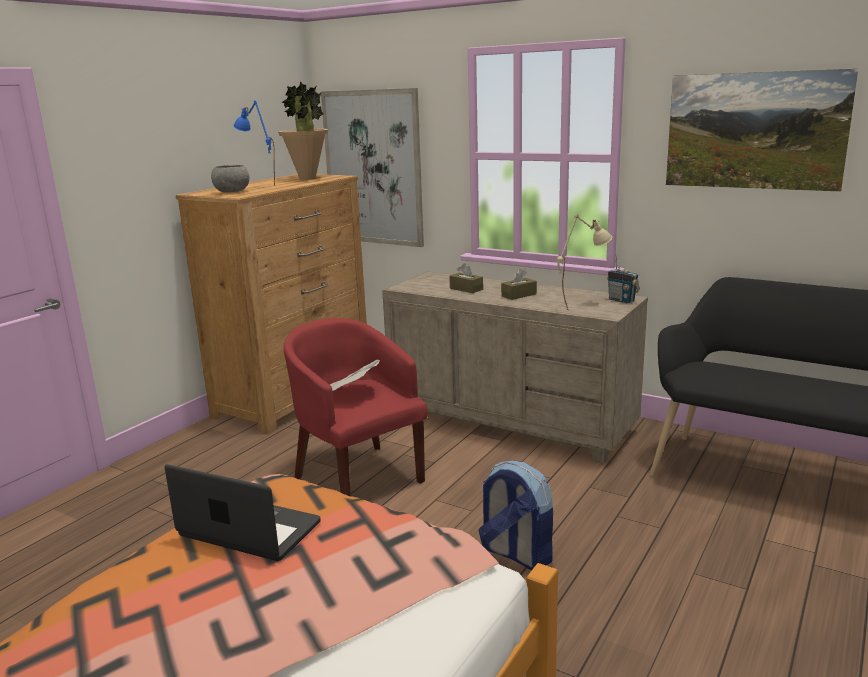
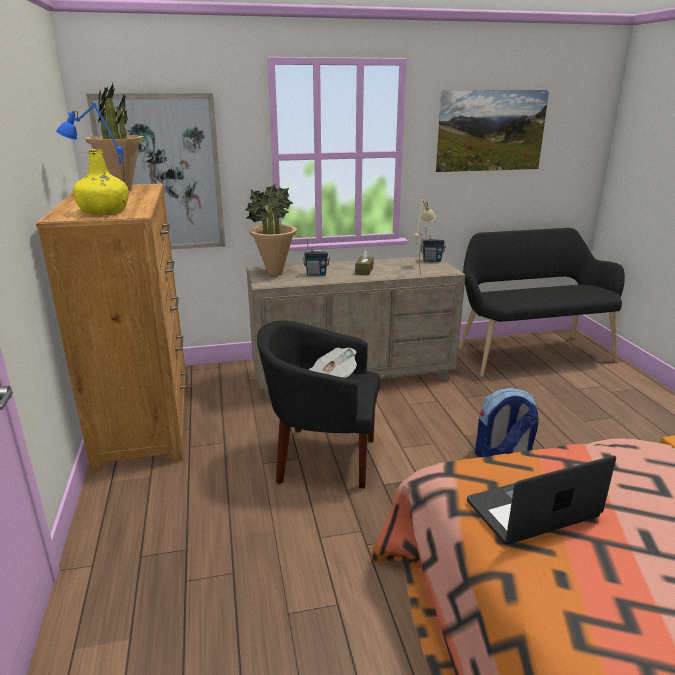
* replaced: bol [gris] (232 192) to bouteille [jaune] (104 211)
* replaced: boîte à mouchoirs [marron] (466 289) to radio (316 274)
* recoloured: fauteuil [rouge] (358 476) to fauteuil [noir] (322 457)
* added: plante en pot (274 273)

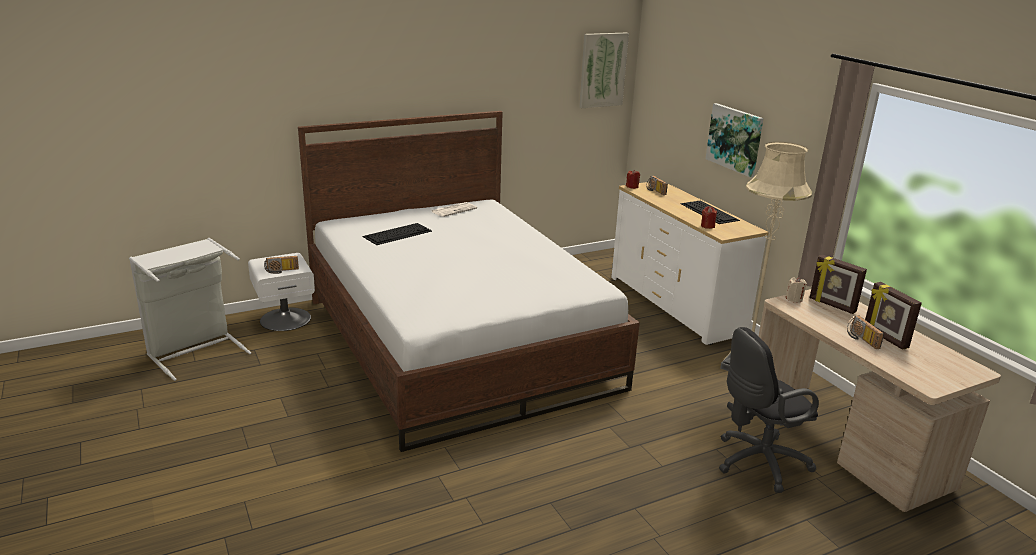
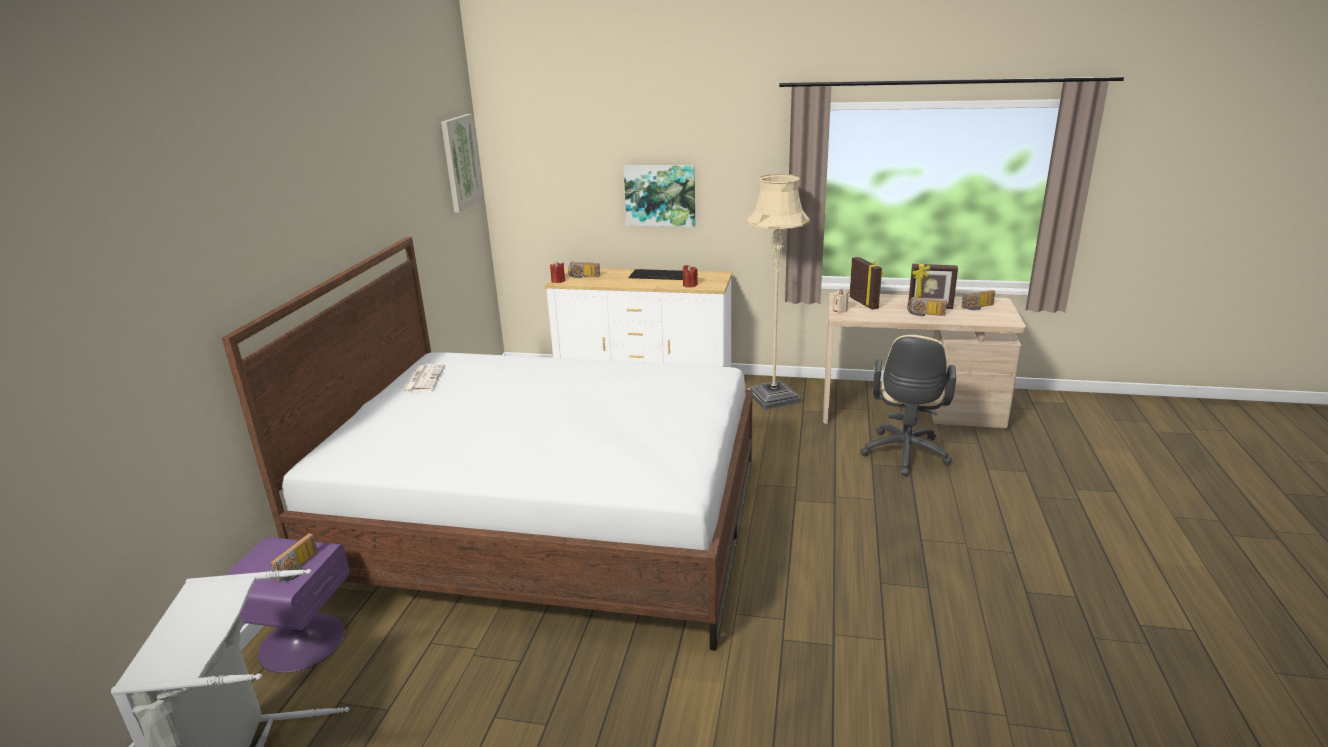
* removed: clavier (398 233)
* recoloured: table de chevet [blanc] (285 318) to table de chevet [violet] (301 642)
* turned: cadre photo (832 305) = (864 303) 105 degrees counterclockwise
* recoloured: chaise de bureau [noir] (756 463) to chaise de bureau [beige] (904 455)
* added: radio (978 307)

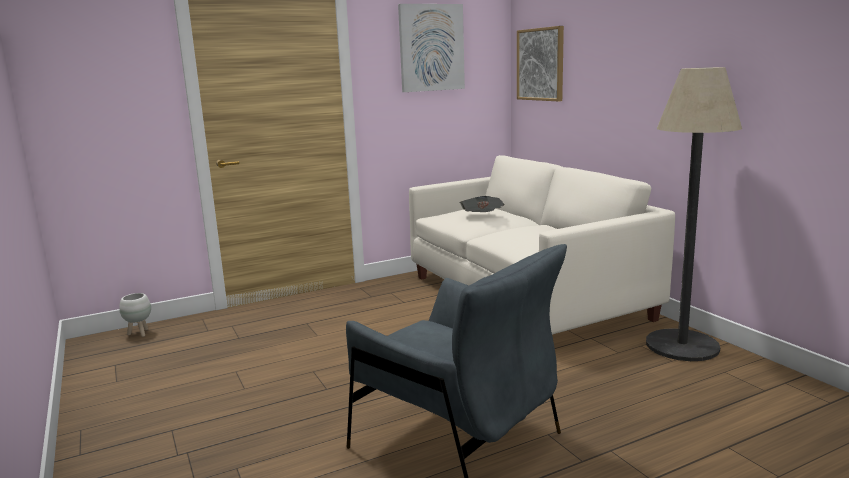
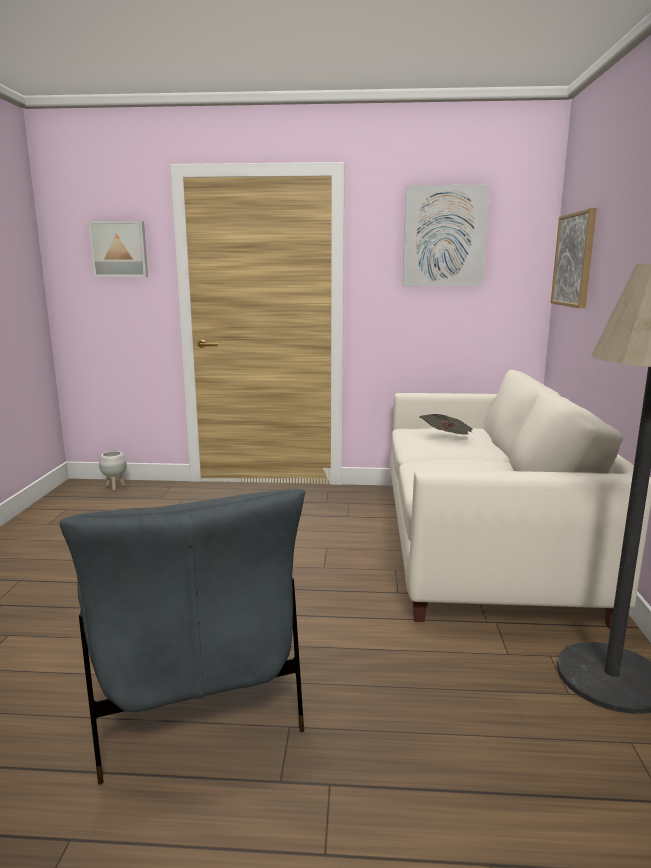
* added: tableau (120 249)

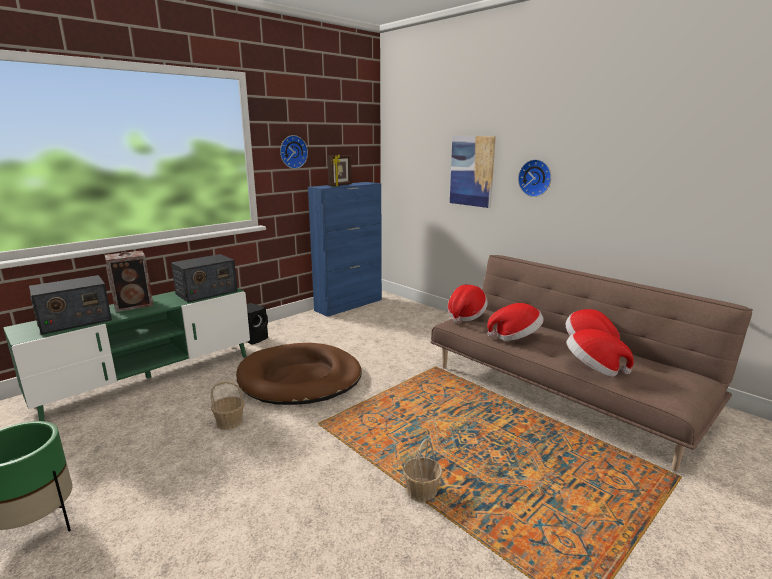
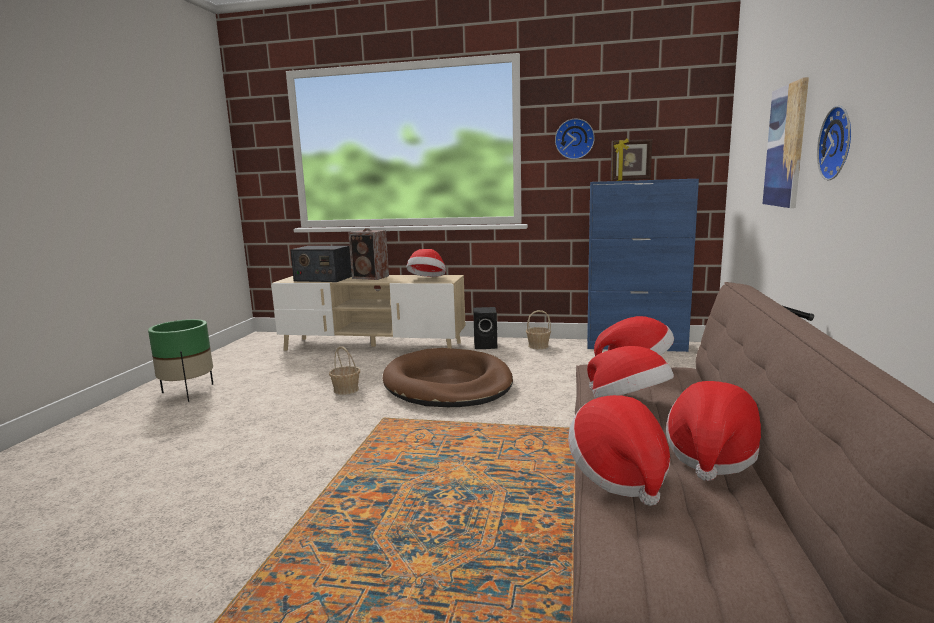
* replaced: radio (206 292) to chapeau (427 279)
* recoloured: meuble télé [vert] (149 378) to meuble télé [beige] (372 346)
* moved: panier (421 490) to (538 346)

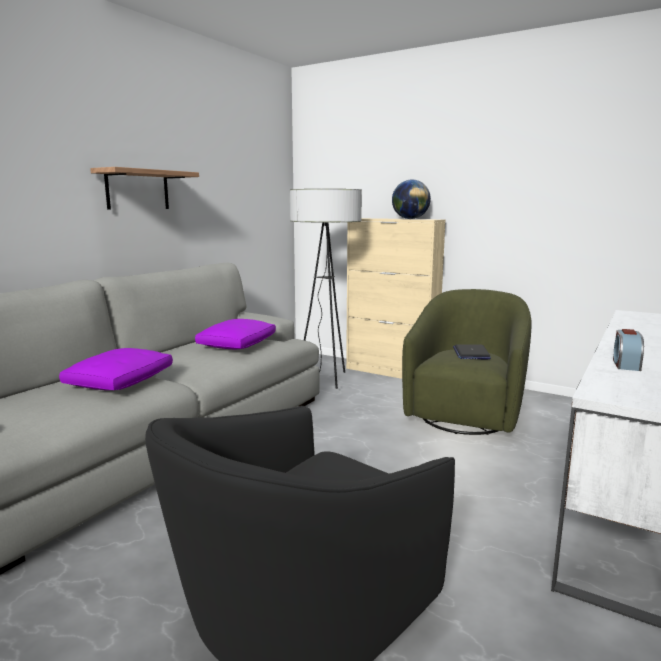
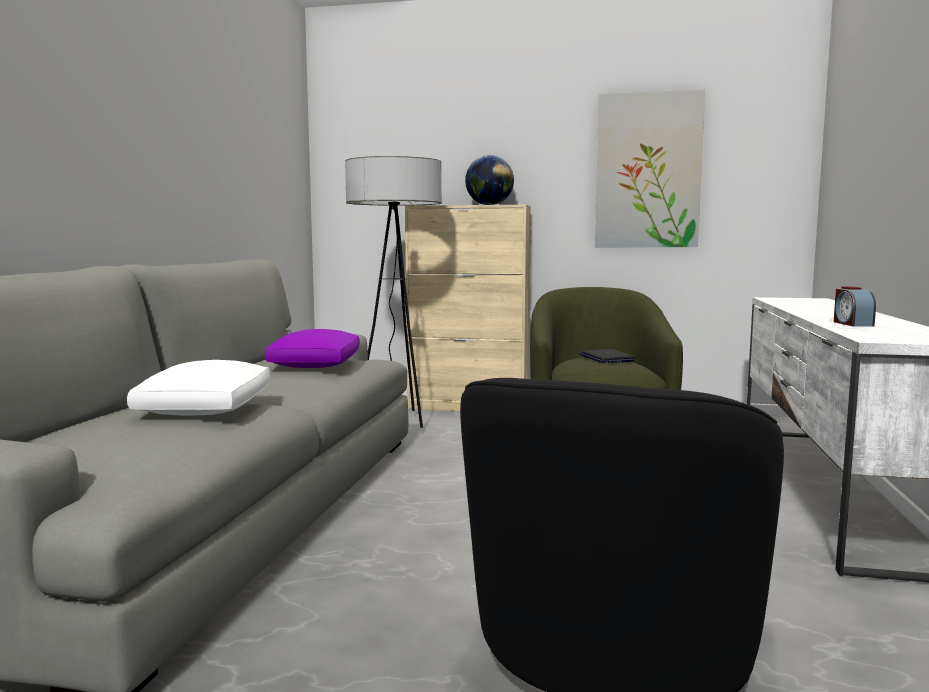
* removed: étagère (137 190)
* recoloured: coussin [violet] (121 382) to coussin [blanc] (206 408)
* added: tableau (648 171)

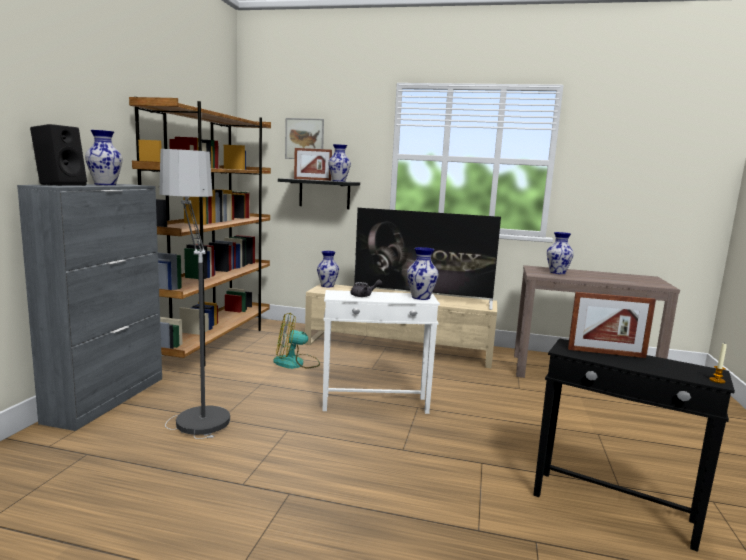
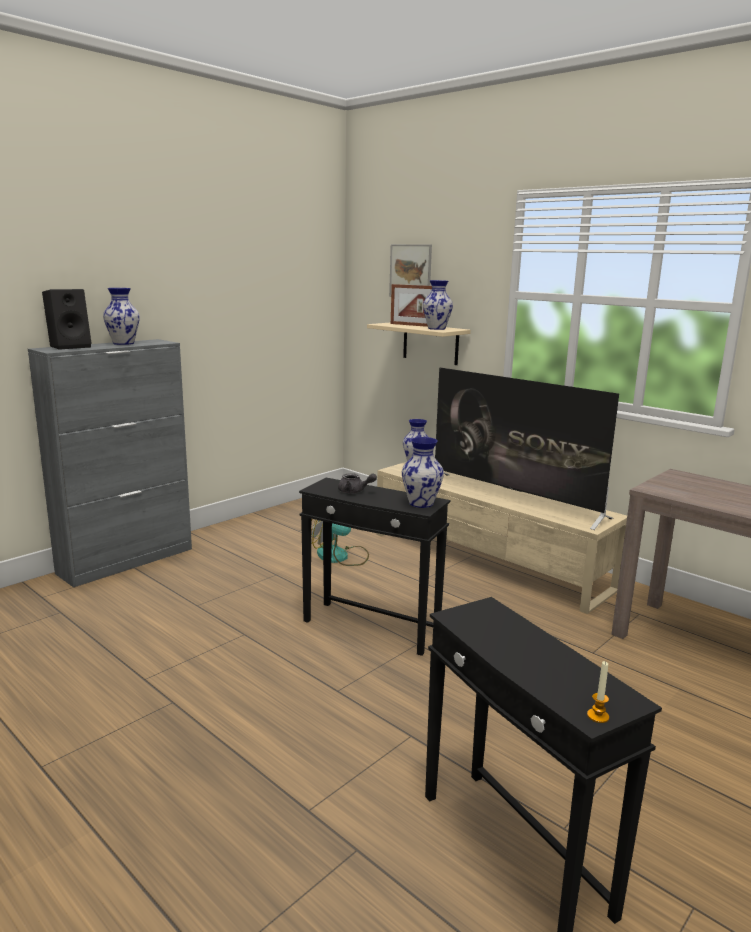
* removed: bibliothèque [marron] (214 343)
* removed: lampadaire (195 407)
* recoloured: étagère [noir] (324 194) to étagère [beige] (430 343)
* removed: vase (558 272)
* recoloured: table d'appoint [blanc] (375 404) to table d'appoint [noir] (371 628)
* removed: cadre photo (606 353)

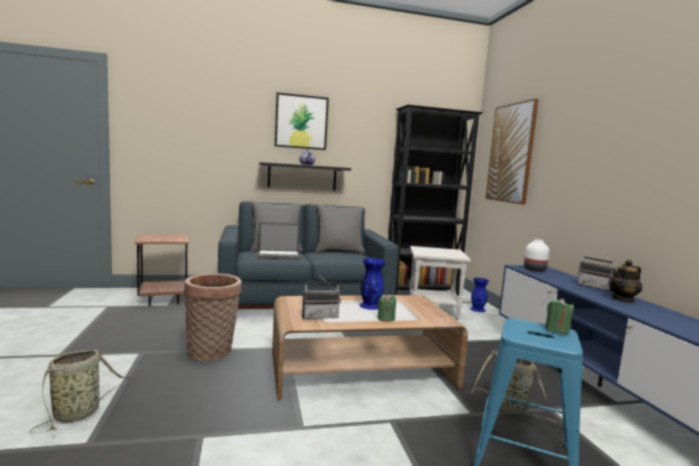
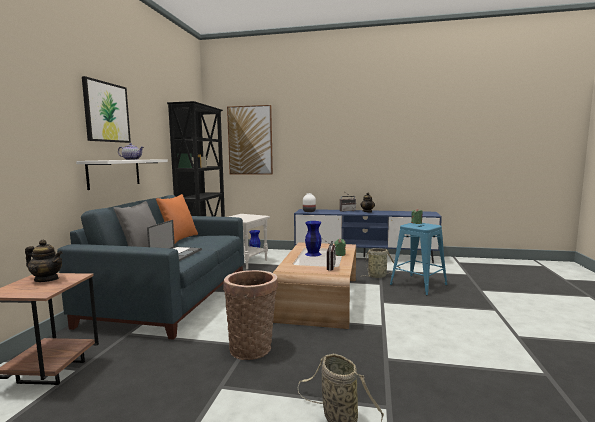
* recoloured: étagère [noir] (302 177) to étagère [blanc] (114 173)
* recoloured: coussin [gris] (339 251) to coussin [orange] (179 239)
* added: théière (47 279)

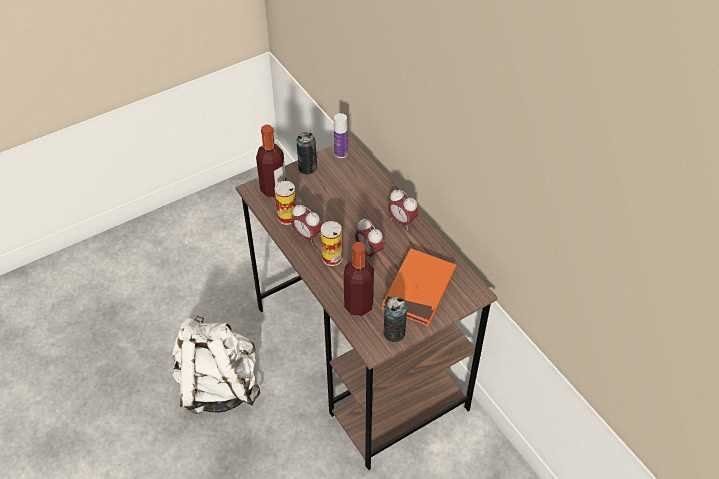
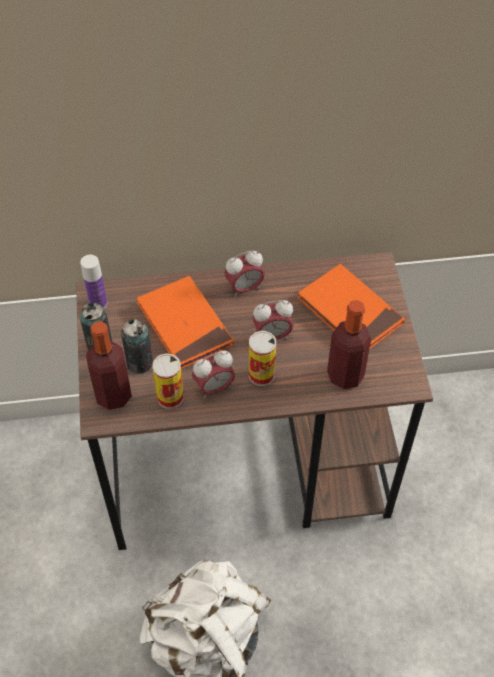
* moved: boîte métallique (394 333) to (139 363)
* added: livre [orange] (185 325)

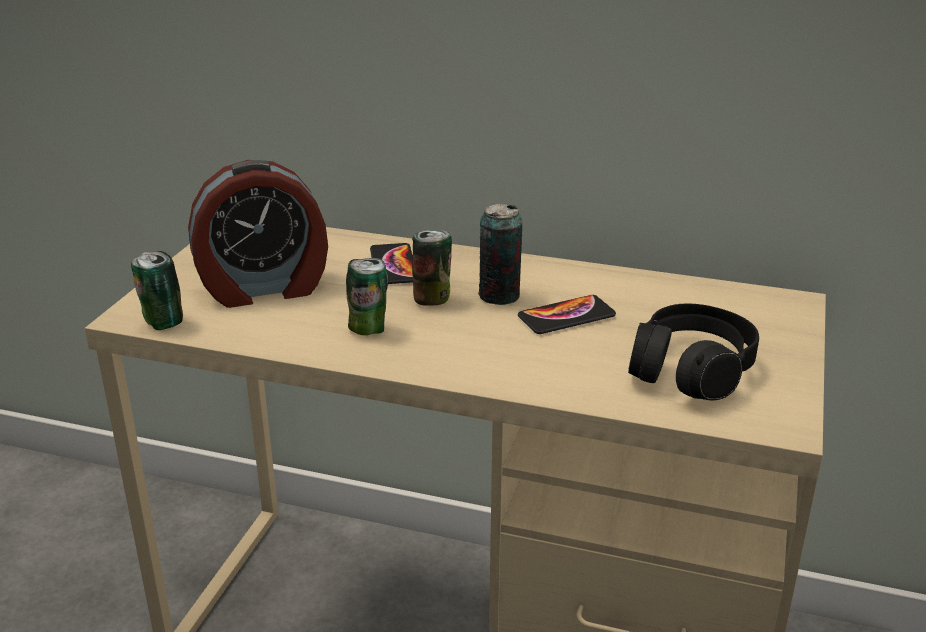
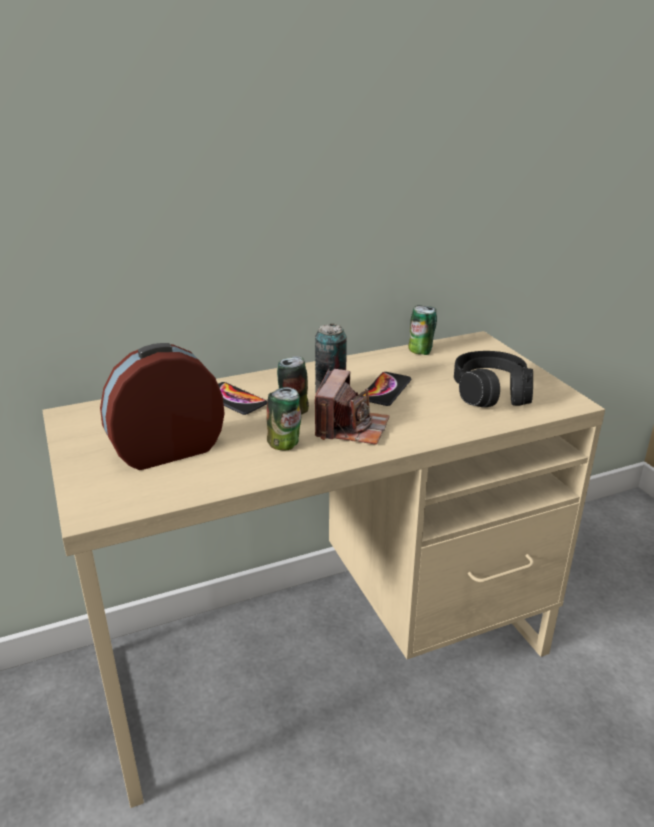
* turned: réveil (264 288) = (166 449) 150 degrees counterclockwise
* moved: boîte métallique (162 322) to (420 351)
* added: appareil photo (351 427)

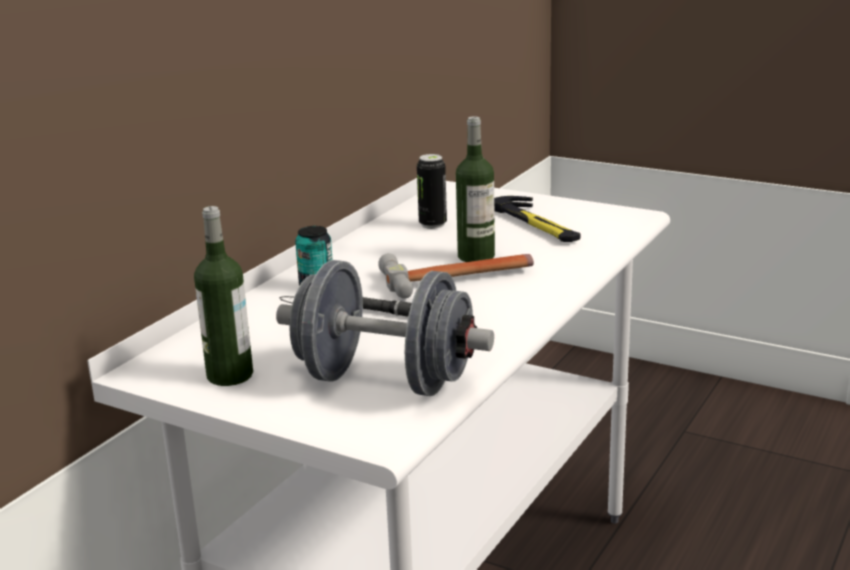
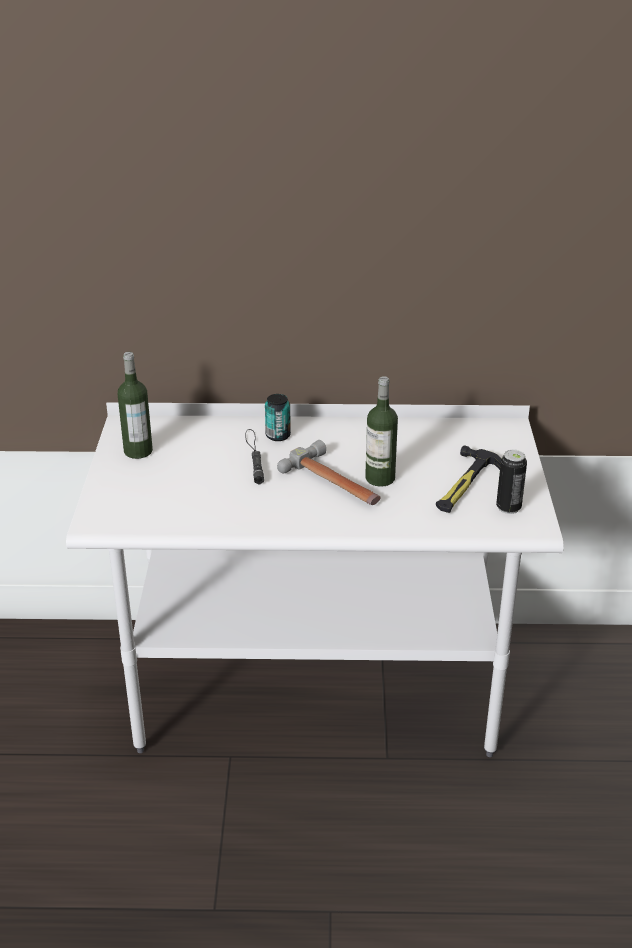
* moved: boîte métallique (432 224) to (508 508)
* removed: haltère [gris] (385 381)

